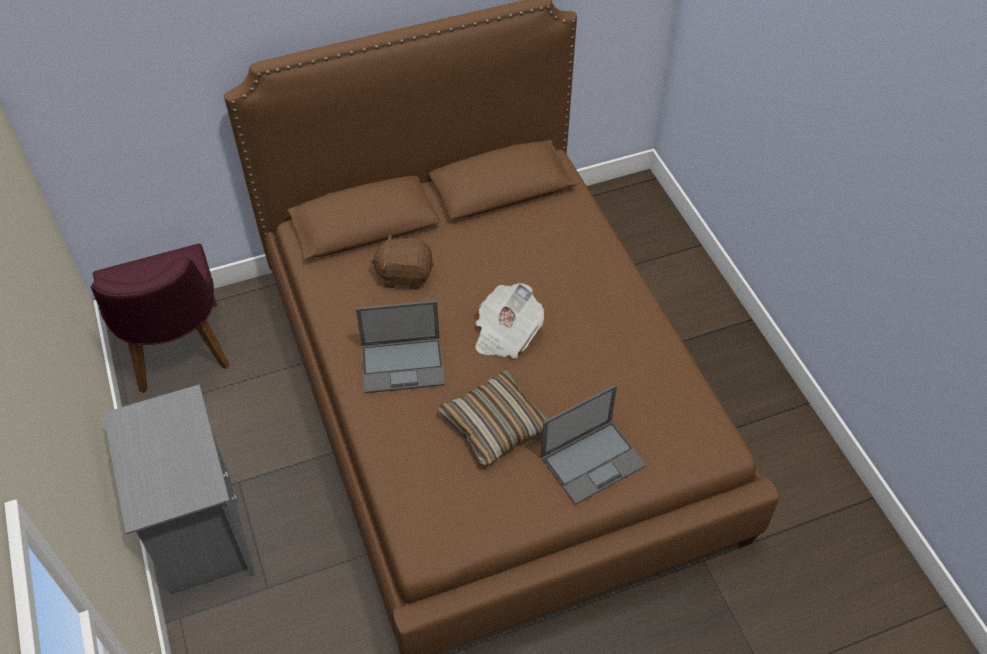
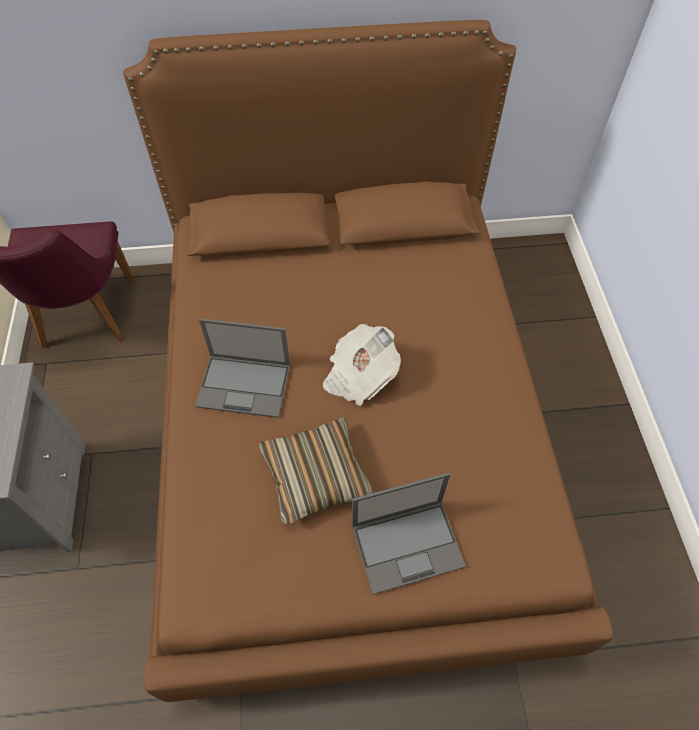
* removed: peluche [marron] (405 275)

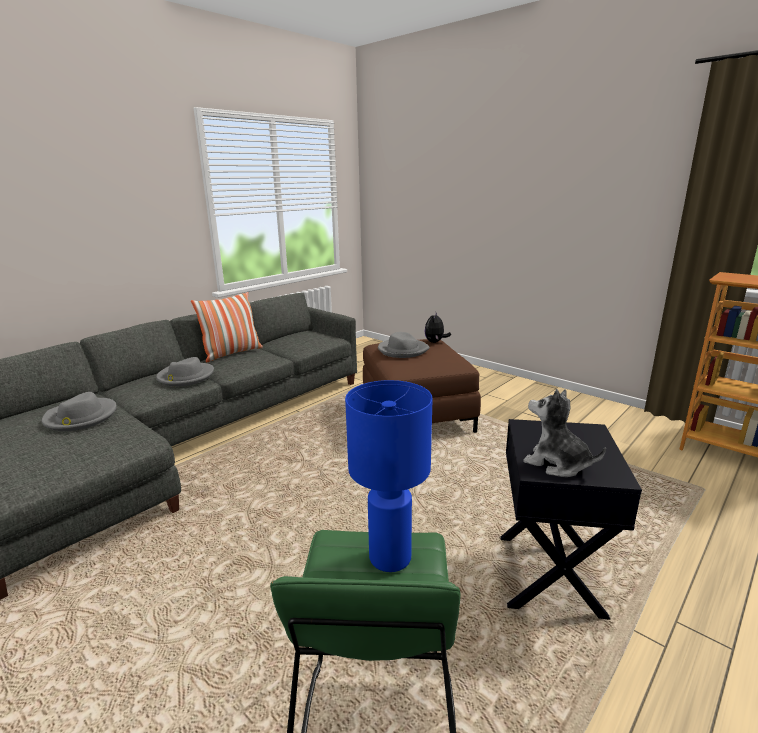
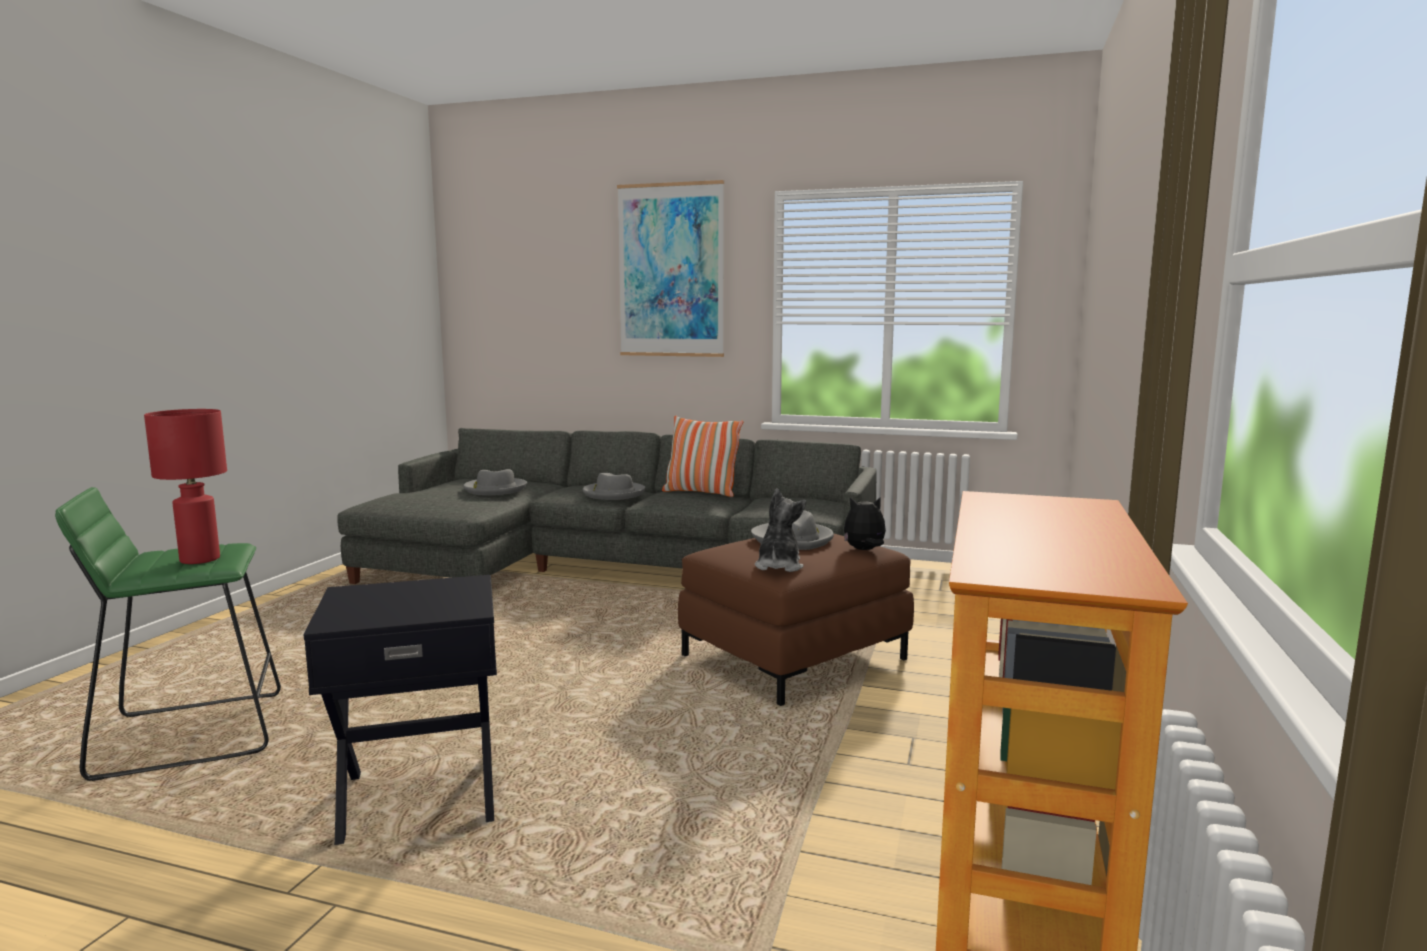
* recoloured: lampe de table [bleu] (391 557) to lampe de table [rouge] (200 560)
* moved: peluche (557 464) to (778 566)
* added: tableau (671 271)

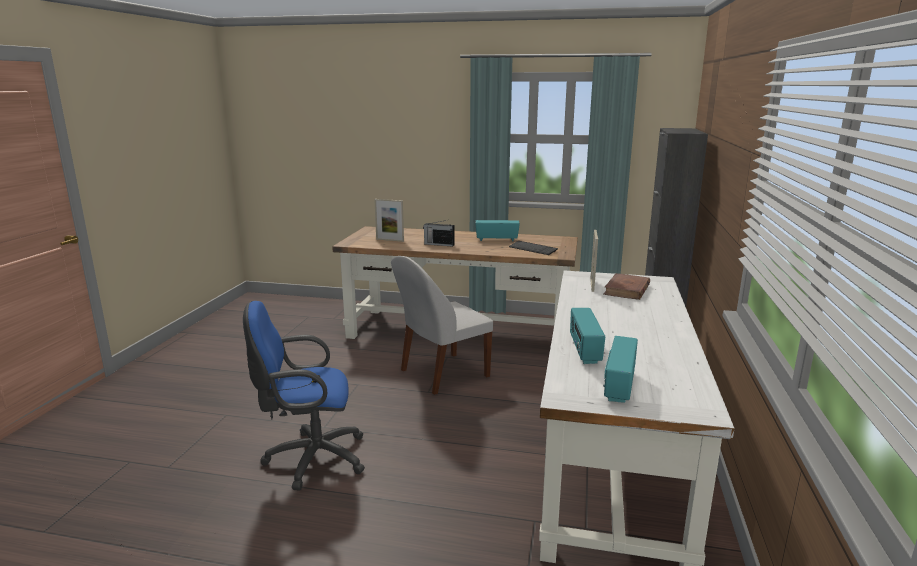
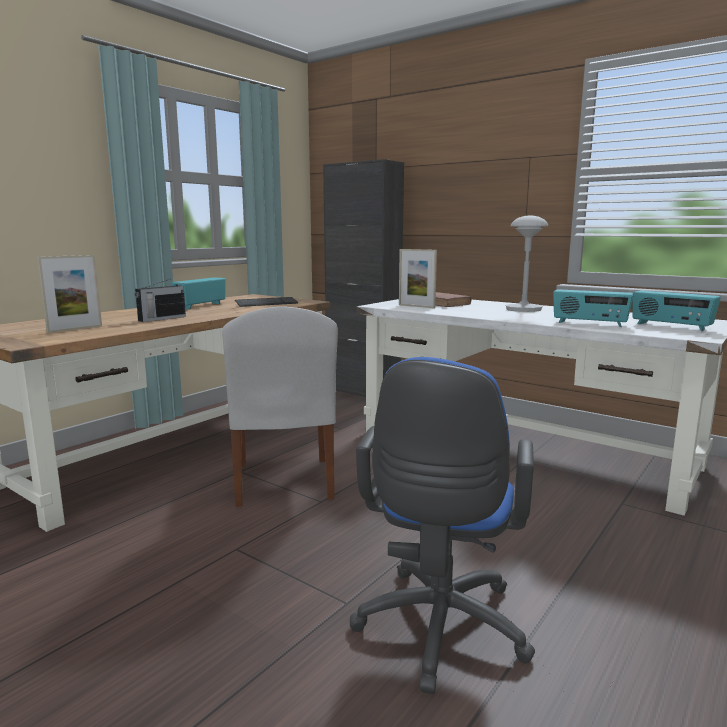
* added: lampe de table [gris] (523 309)

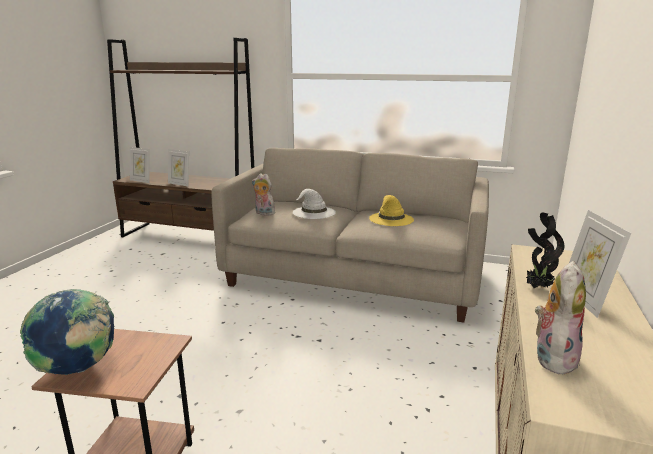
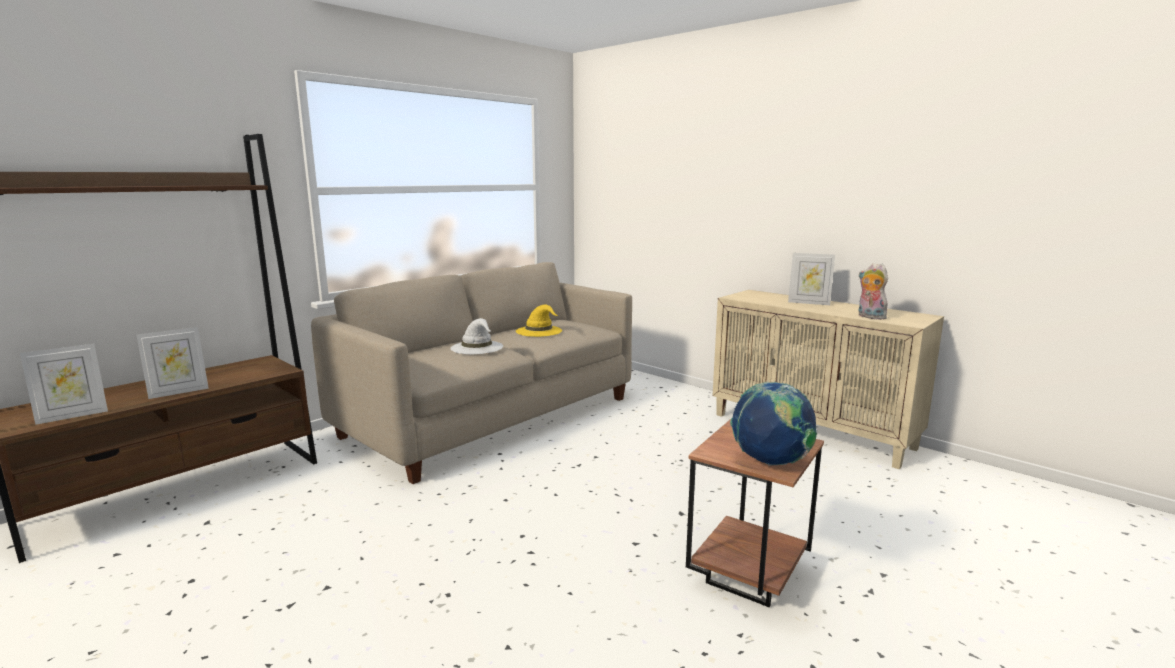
* removed: peluche (263 213)
* removed: plante en pot (537 288)

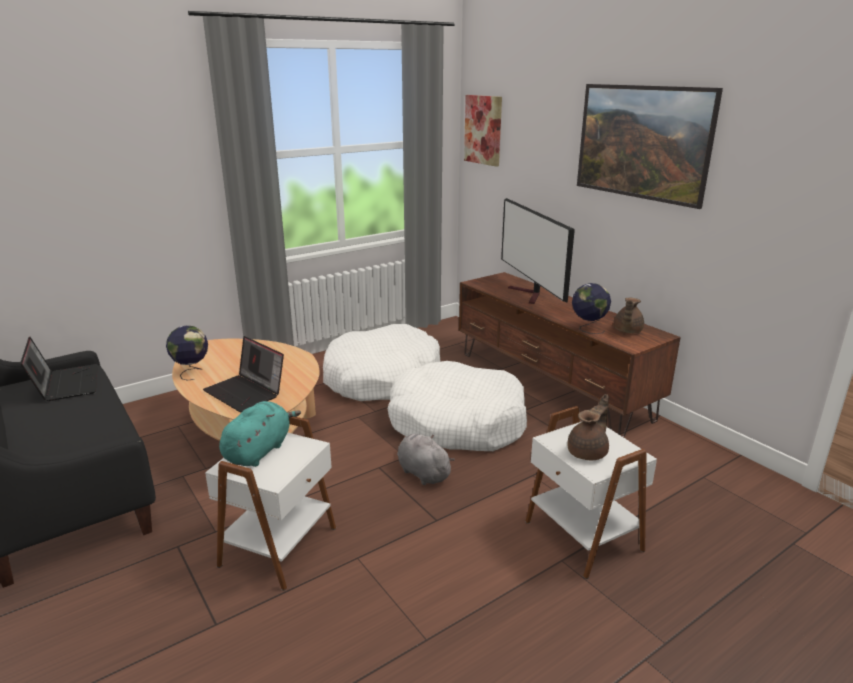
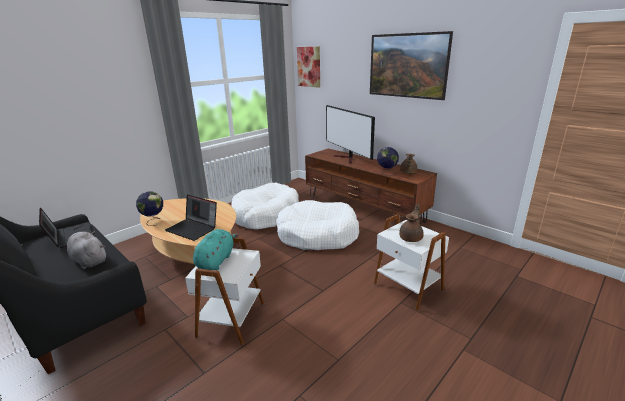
* moved: peluche [gris] (422 472) to (89 260)

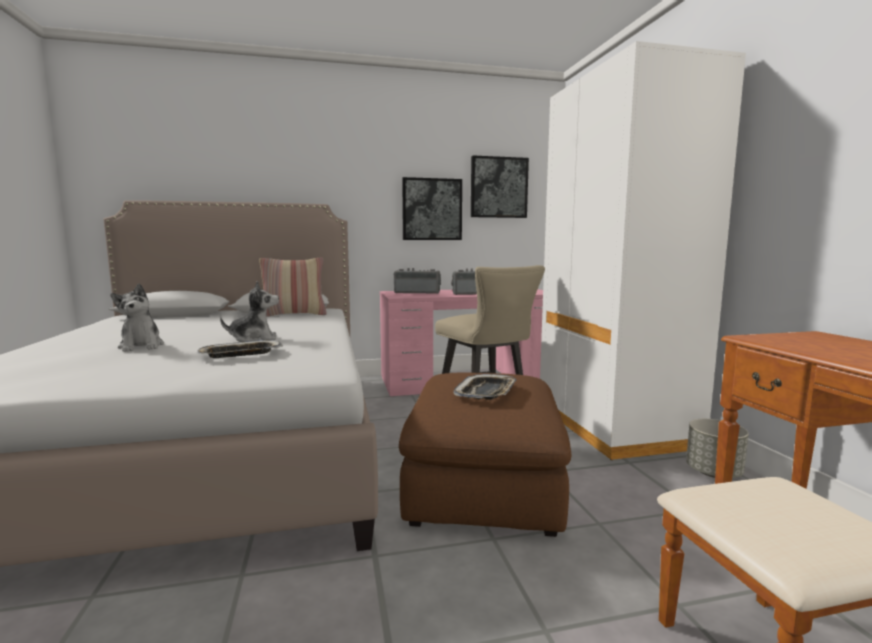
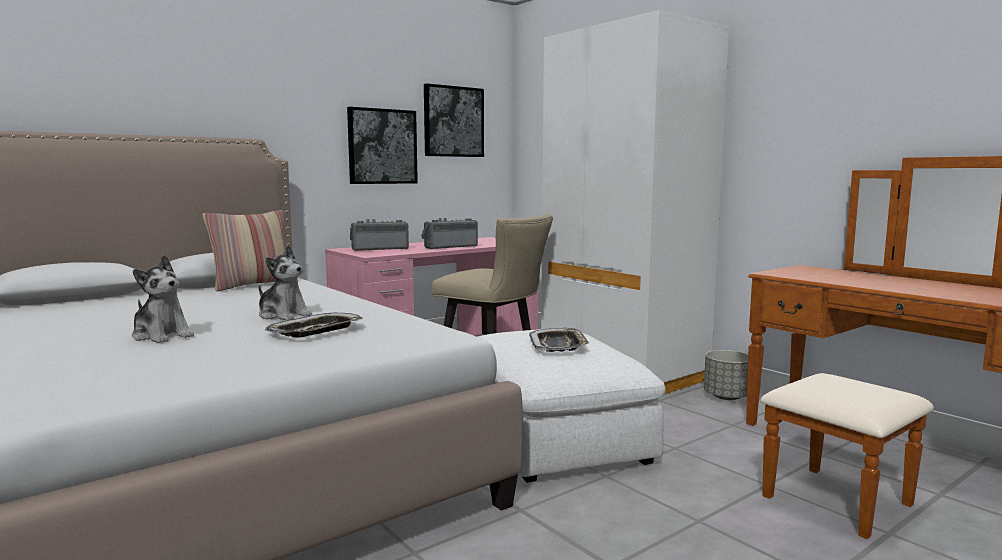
* turned: peluche (254 339) = (283 315) 75 degrees clockwise
* recoloured: pouf [marron] (484 478) to pouf [blanc] (552 434)

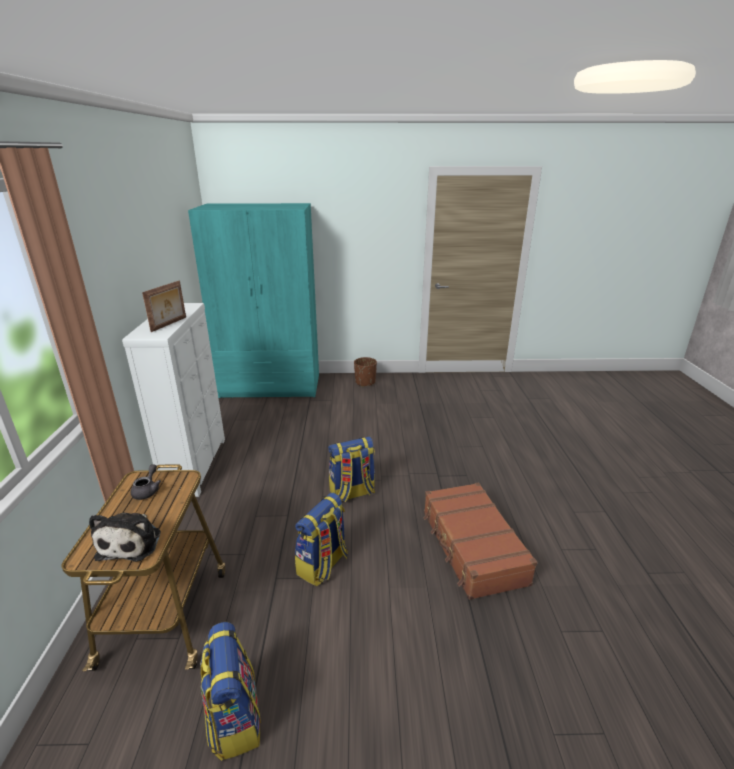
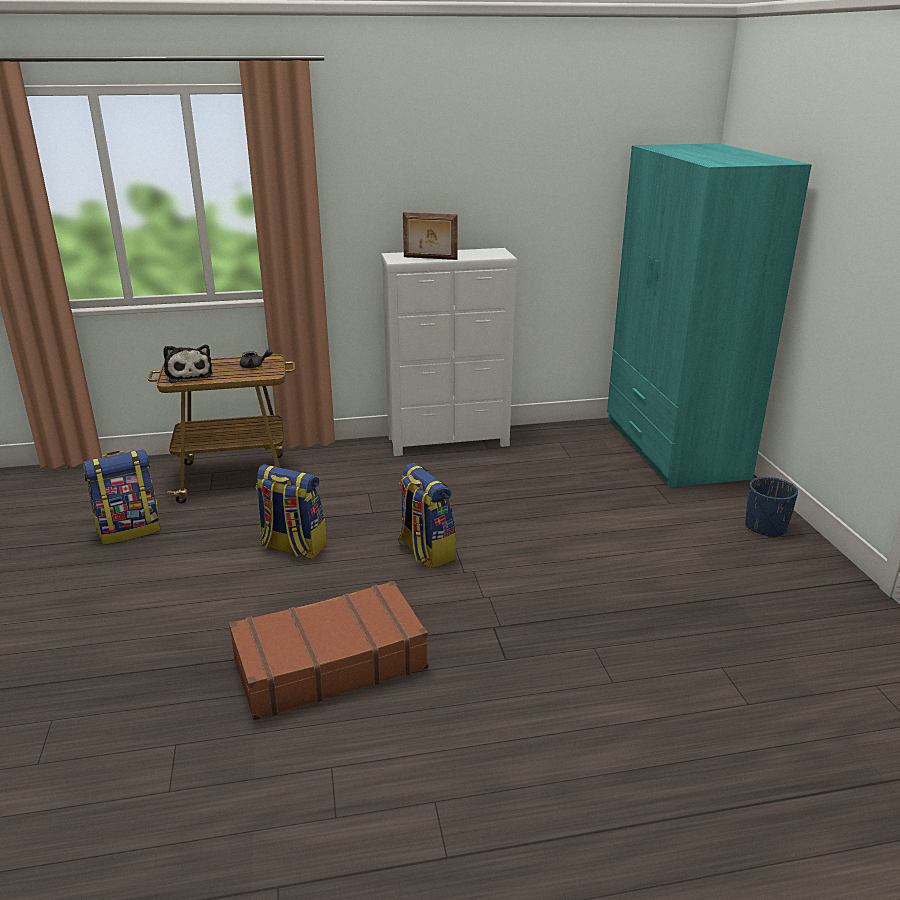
* recoloured: cache-pot [marron] (365 382) to cache-pot [bleu] (766 527)
* turned: peluche (132 542) = (188 375) 105 degrees counterclockwise

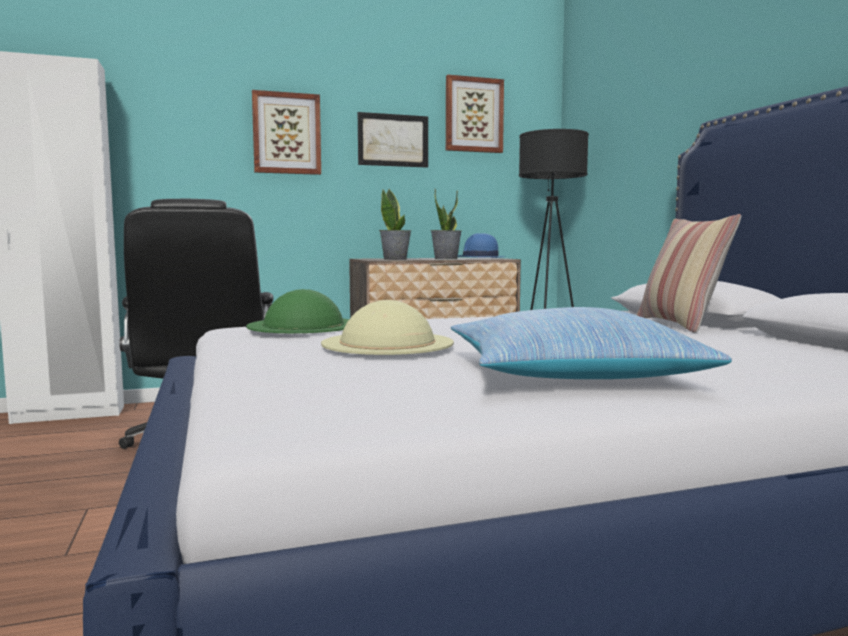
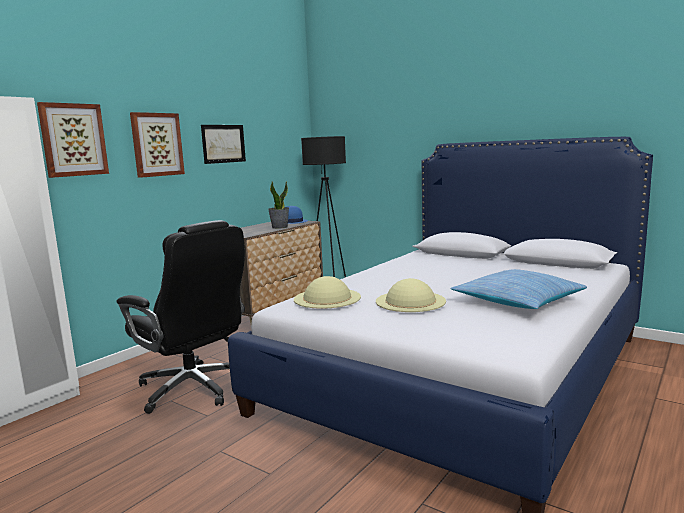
* moved: tableau (473 115) to (73 140)
* removed: plante en pot (395 259)
* removed: coussin (680 324)
* recoloured: chapeau [vert] (304 325) to chapeau [beige] (327 298)

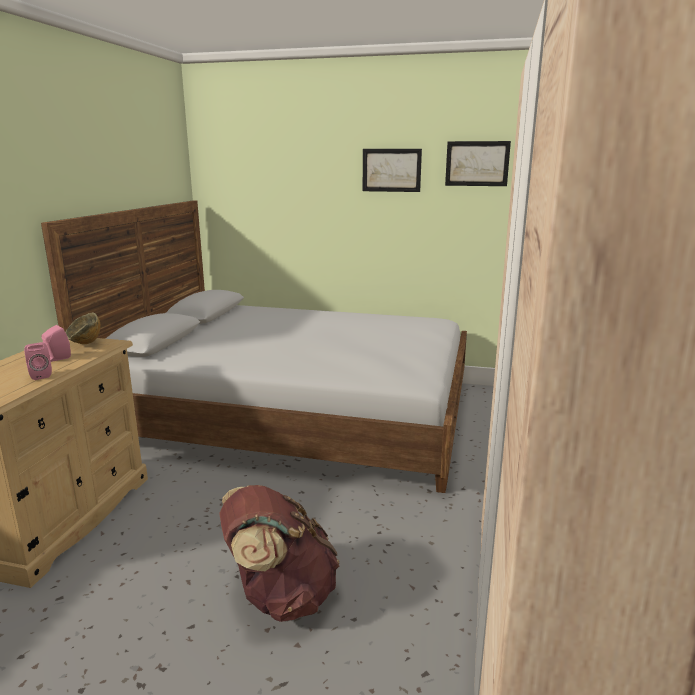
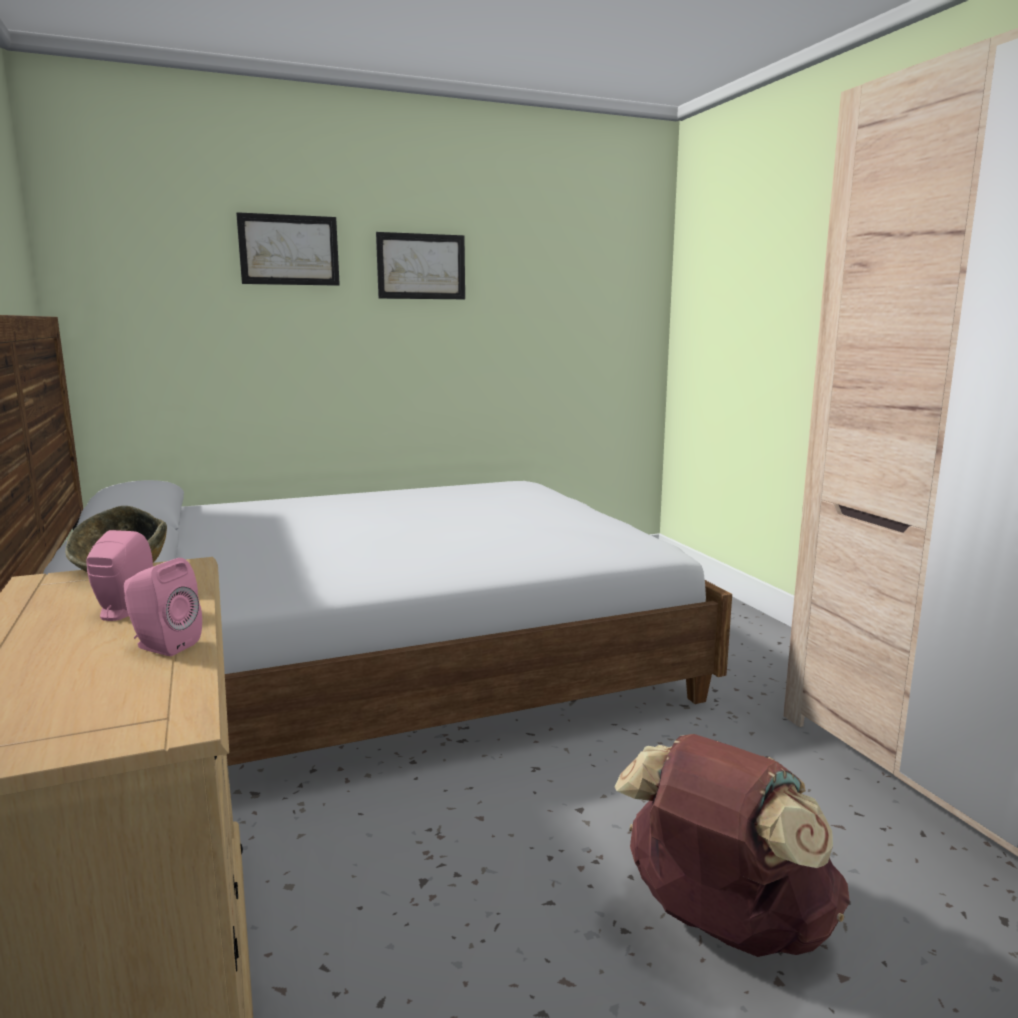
* moved: tableau (477 163) to (289 250)

